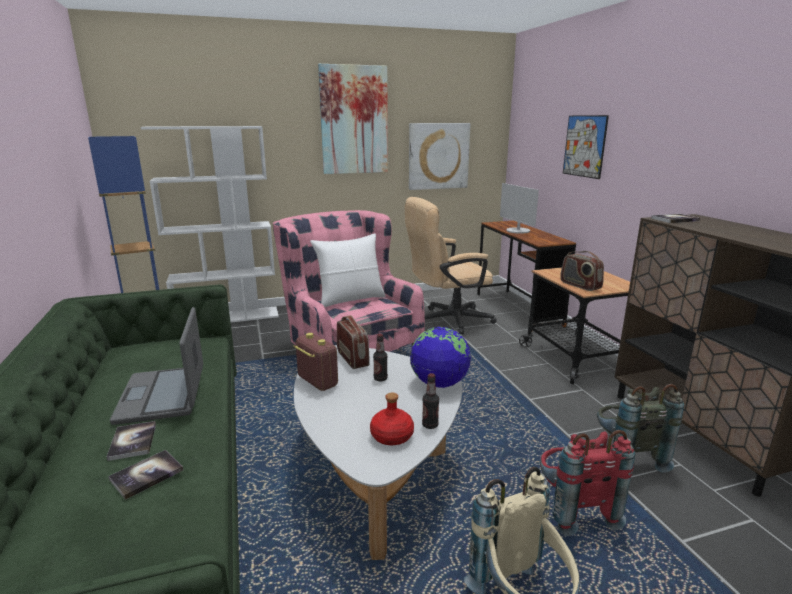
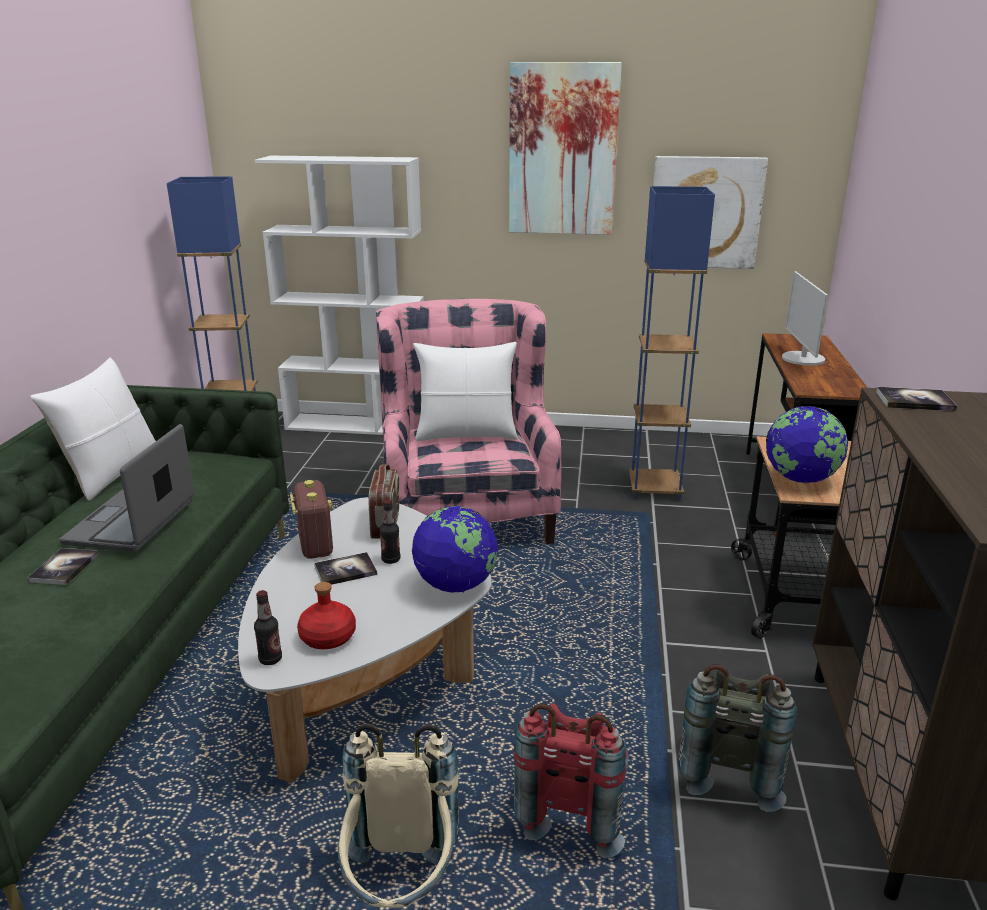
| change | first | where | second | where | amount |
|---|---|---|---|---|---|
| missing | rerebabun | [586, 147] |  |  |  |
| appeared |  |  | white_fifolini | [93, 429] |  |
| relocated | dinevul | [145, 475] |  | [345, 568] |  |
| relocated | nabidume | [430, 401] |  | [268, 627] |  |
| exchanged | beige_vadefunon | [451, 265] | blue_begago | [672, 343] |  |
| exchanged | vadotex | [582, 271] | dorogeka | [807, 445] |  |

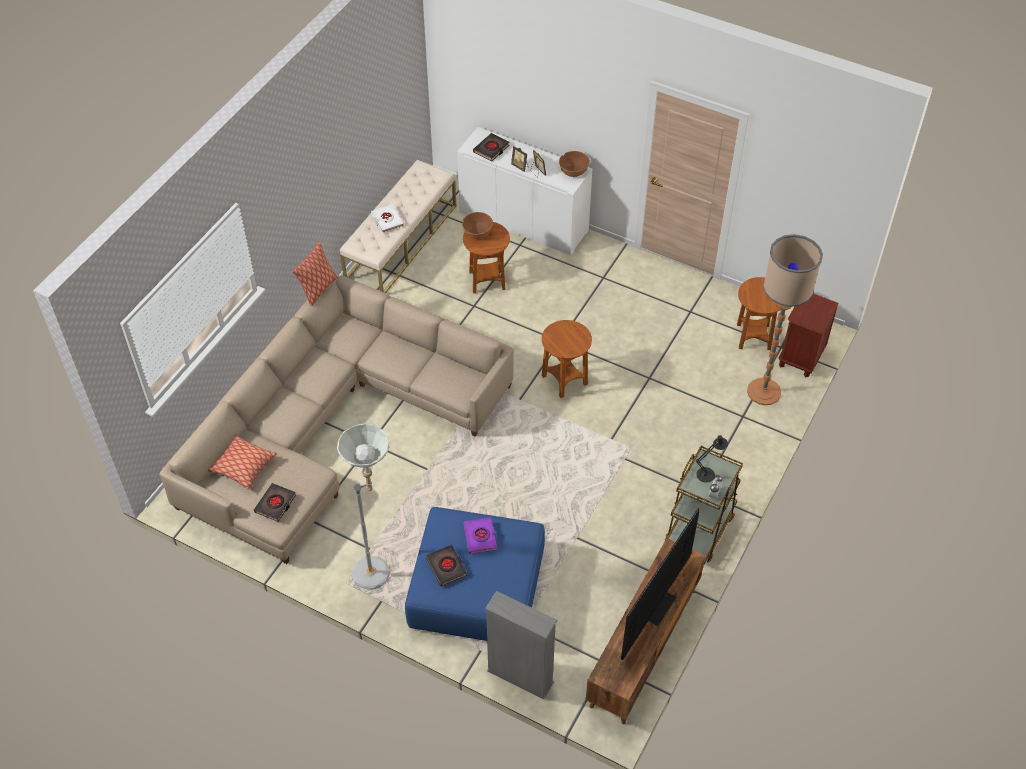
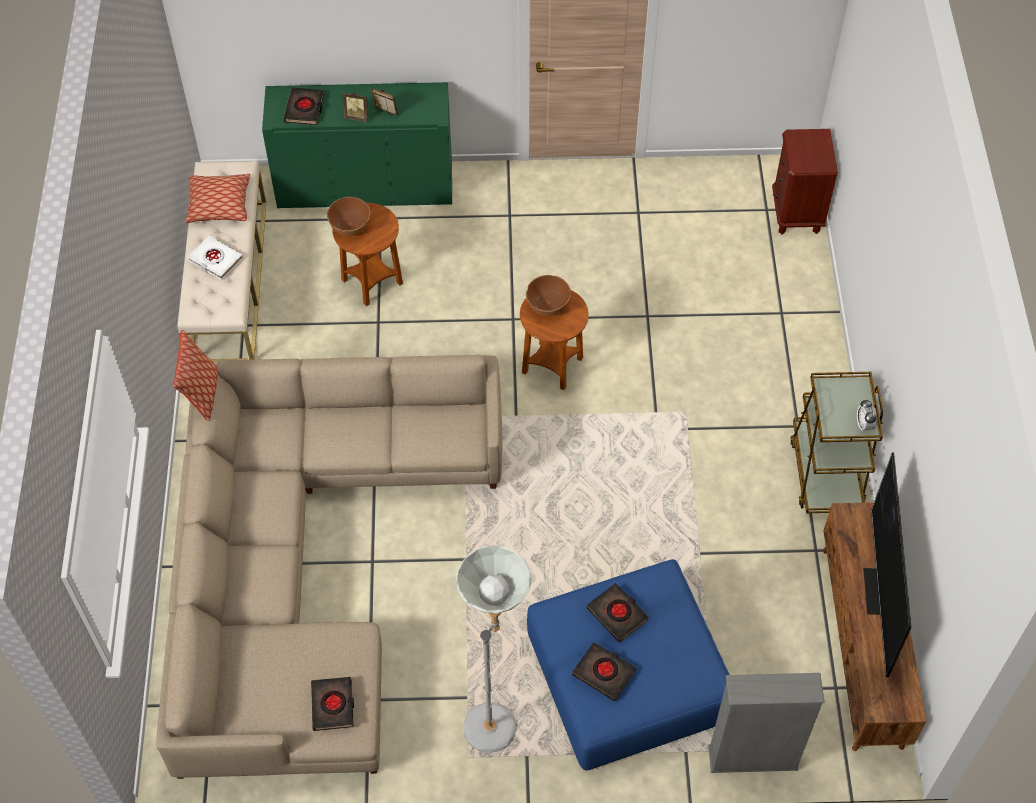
| change | first | where | second | where | amount |
|---|---|---|---|---|---|
| missing | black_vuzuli | [712, 459] |  |  |  |
| missing | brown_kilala | [759, 313] |  |  |  |
| missing | begago | [785, 319] |  |  |  |
| relocated | fifolini | [242, 462] |  | [217, 198] |  |
| relocated | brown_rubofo | [574, 164] |  | [548, 295] |  |
| colour | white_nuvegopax | [525, 191] | green_nuvegopax | [357, 145] |  |
| colour | purple_dinevul | [480, 535] | black_dinevul | [618, 613] |  |

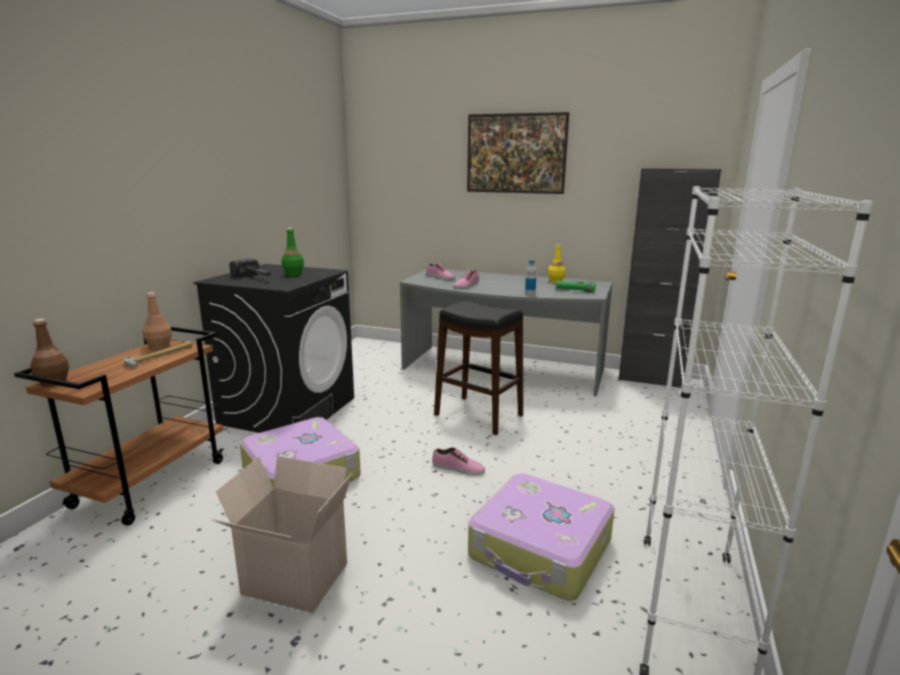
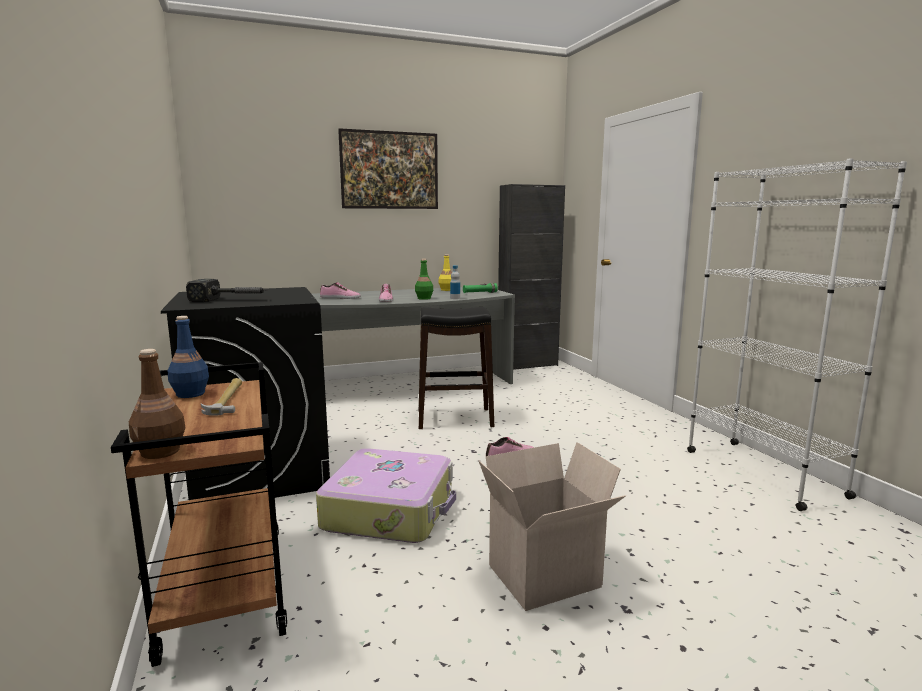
| change | first | where | second | where | amount |
|---|---|---|---|---|---|
| missing | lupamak | [541, 537] |  |  |  |
| relocated | green_nabidume | [292, 252] |  | [424, 279] |  |
| colour | brown_nabidume | [157, 320] | blue_nabidume | [188, 357] |  |

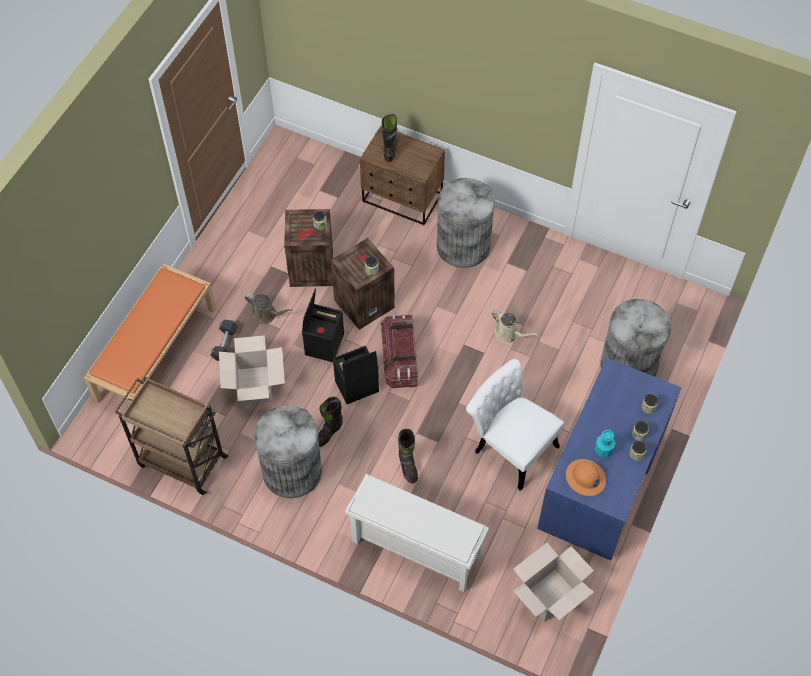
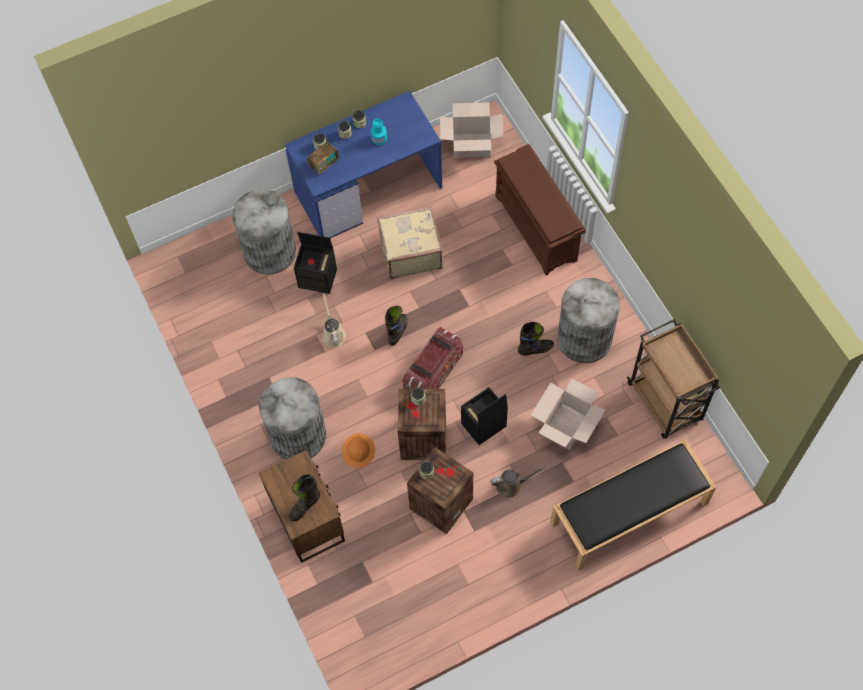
| change | first | where | second | where | amount |
|---|---|---|---|---|---|
| missing | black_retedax | [224, 340] |  |  |  |
| appeared |  |  | vadotex | [323, 154] |  |
| relocated | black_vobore | [356, 374] |  | [315, 263] |  |
| relocated | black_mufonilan | [408, 456] |  | [396, 326] |  |
| relocated | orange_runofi | [586, 477] |  | [358, 450] |  |
| exchanged | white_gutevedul | [515, 424] | beige_lupamak | [410, 243] |  |
| colour | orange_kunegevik | [150, 333] | black_kunegevik | [633, 505] |  |
| colour | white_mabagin | [417, 533] | brown_mabagin | [540, 210] |  |
| spun | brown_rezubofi | [269, 308] |  | [518, 482] | 105 degrees clockwise |

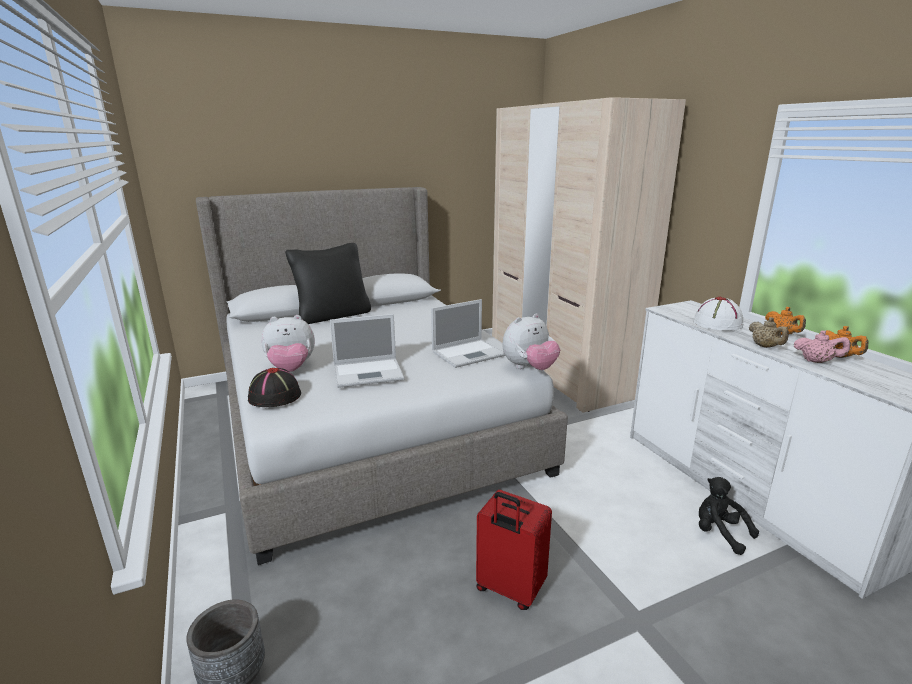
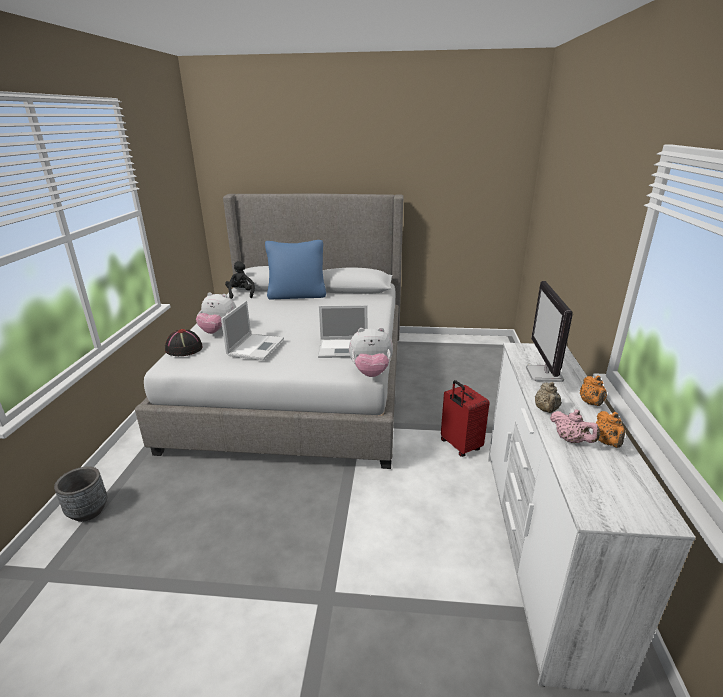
| change | first | where | second | where | amount |
|---|---|---|---|---|---|
| missing | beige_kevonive | [589, 254] |  |  |  |
| relocated | red_lupamak | [514, 550] |  | [465, 418] |  |
| relocated | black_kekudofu | [729, 516] |  | [240, 280] |  |
| exchanged | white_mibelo | [718, 314] | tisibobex | [549, 331] |  |
| colour | black_fifolini | [328, 283] | blue_fifolini | [295, 270] |  |
| spun | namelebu | [367, 351] |  | [252, 330] | 90 degrees counterclockwise |

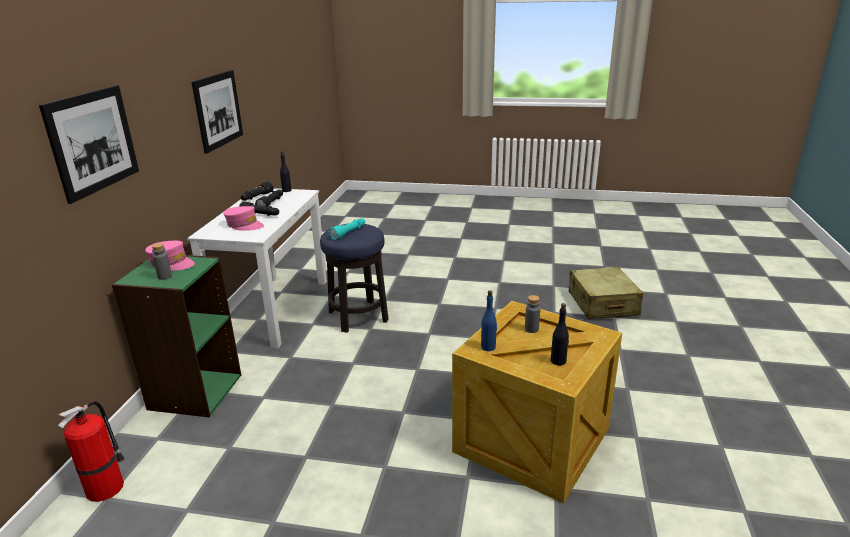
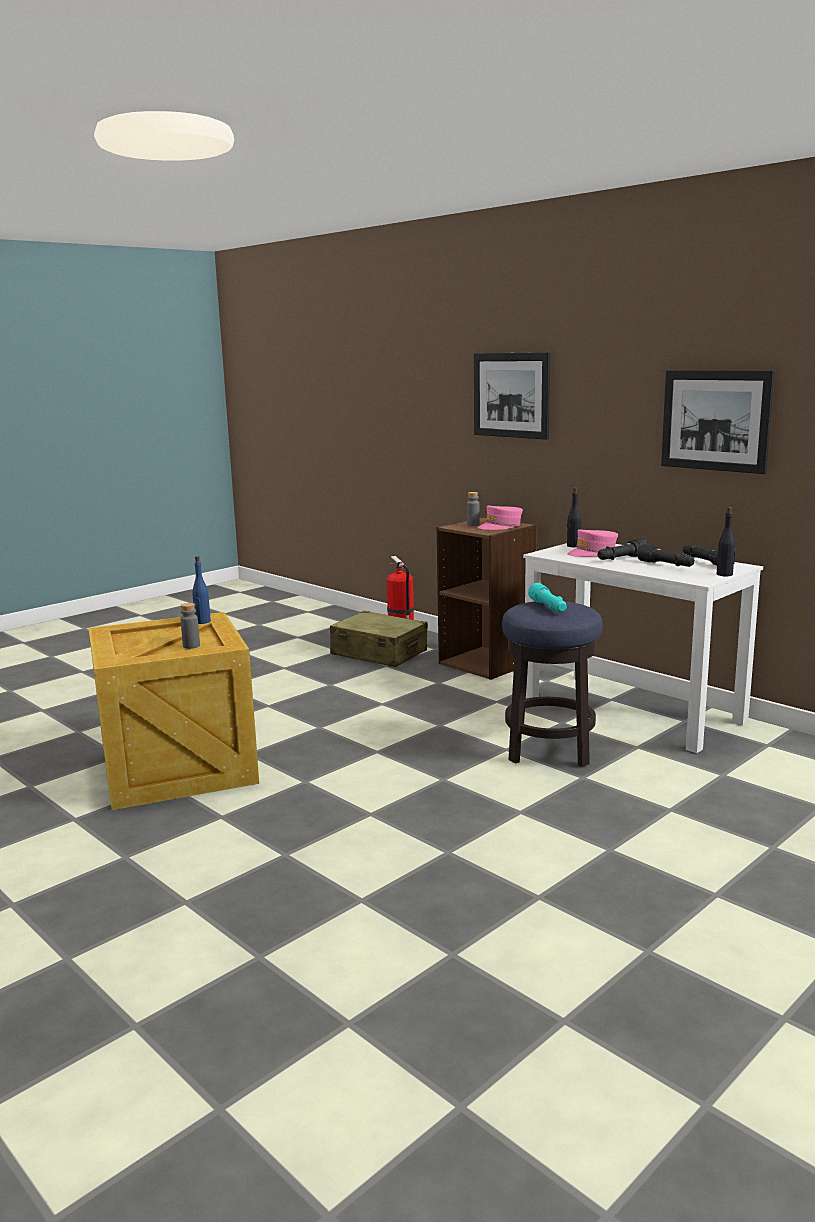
| change | first | where | second | where | amount |
|---|---|---|---|---|---|
| relocated | black_nabidume | [560, 334] |  | [574, 517] |  |
| relocated | beige_lupamak | [606, 293] |  | [379, 638] |  |
| colour | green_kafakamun | [177, 336] | brown_kafakamun | [487, 598] |  |

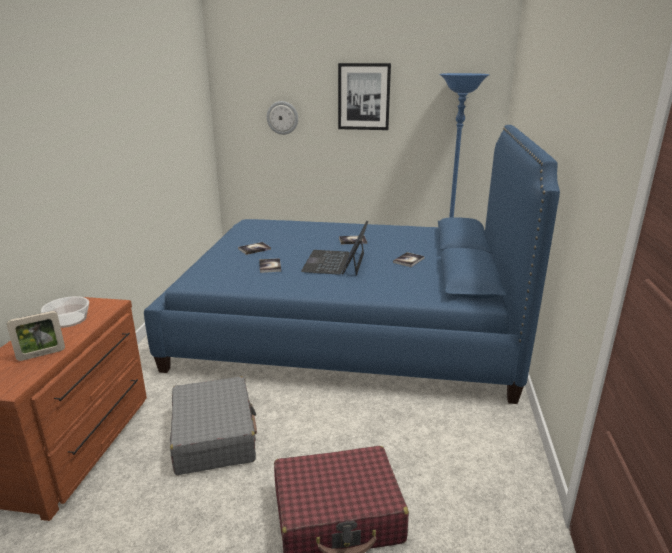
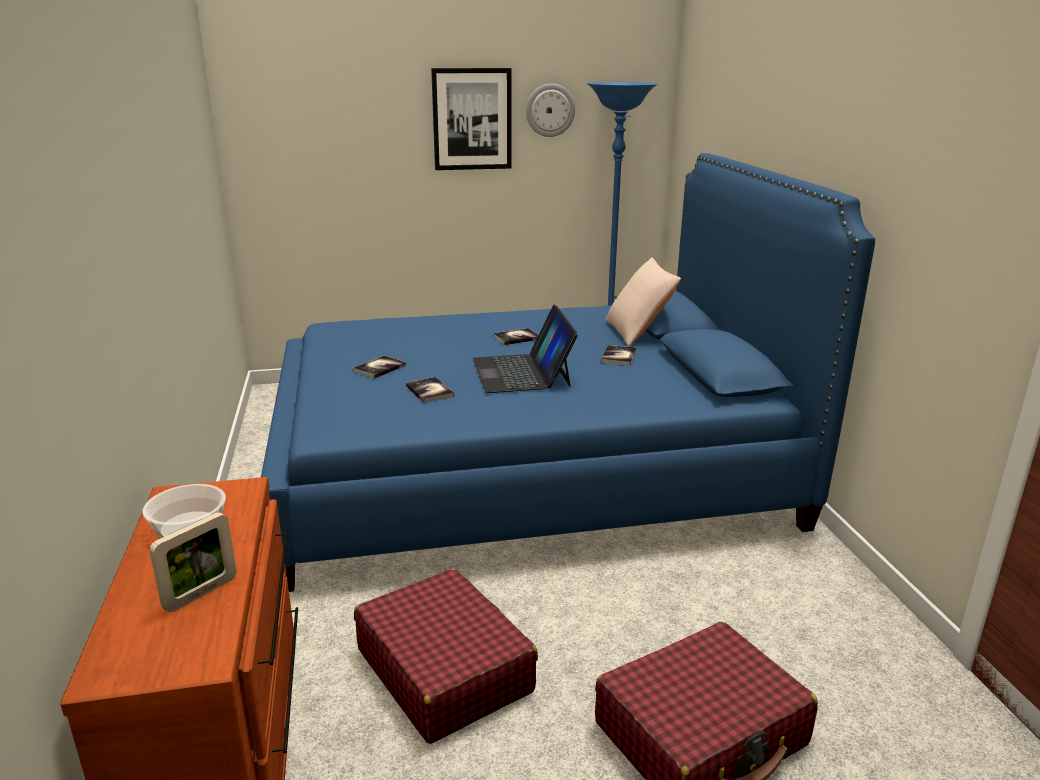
| change | first | where | second | where | amount |
|---|---|---|---|---|---|
| appeared |  |  | beige_fifolini | [643, 301] |  |
| relocated | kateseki | [282, 118] |  | [550, 110] |  |
| colour | grey_lupamak | [213, 425] | red_lupamak | [446, 656] |  |

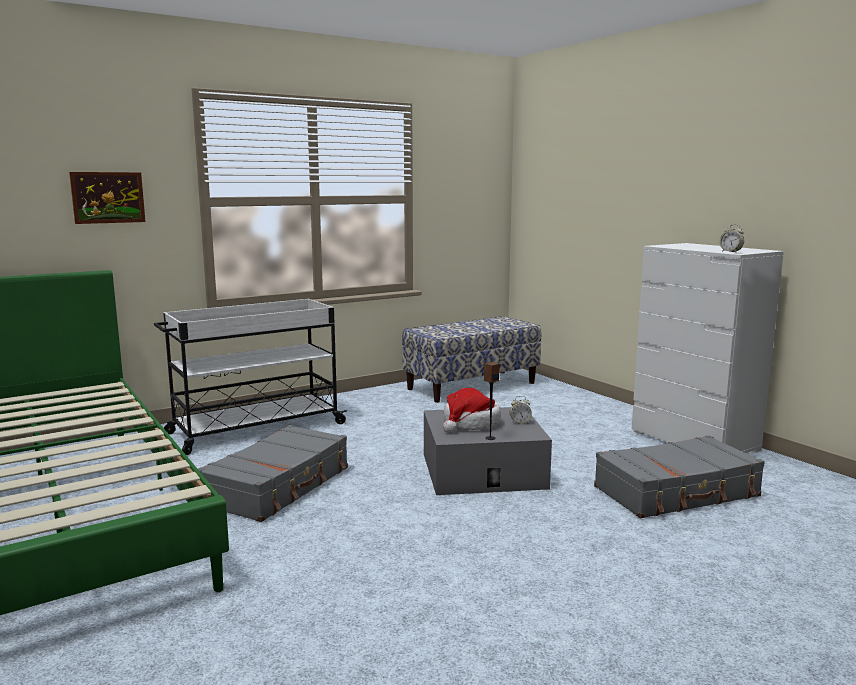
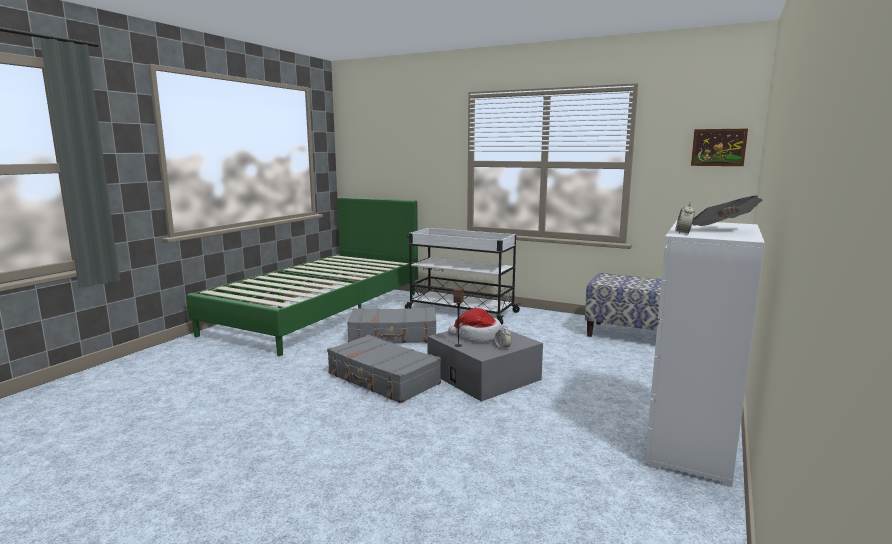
| change | first | where | second | where | amount |
|---|---|---|---|---|---|
| appeared |  |  | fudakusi | [727, 210] |  |
| relocated | rerebabun | [107, 198] |  | [719, 147] |  |
| relocated | grey_lupamak | [679, 477] |  | [384, 369] |  |

